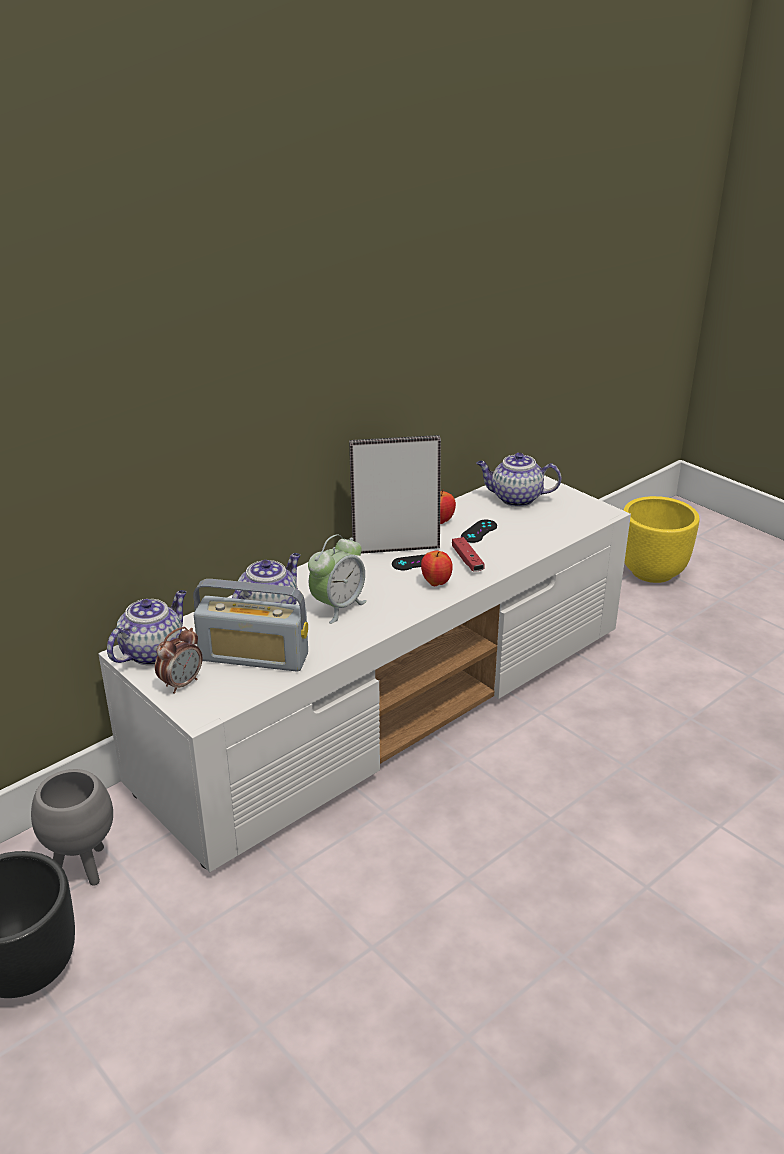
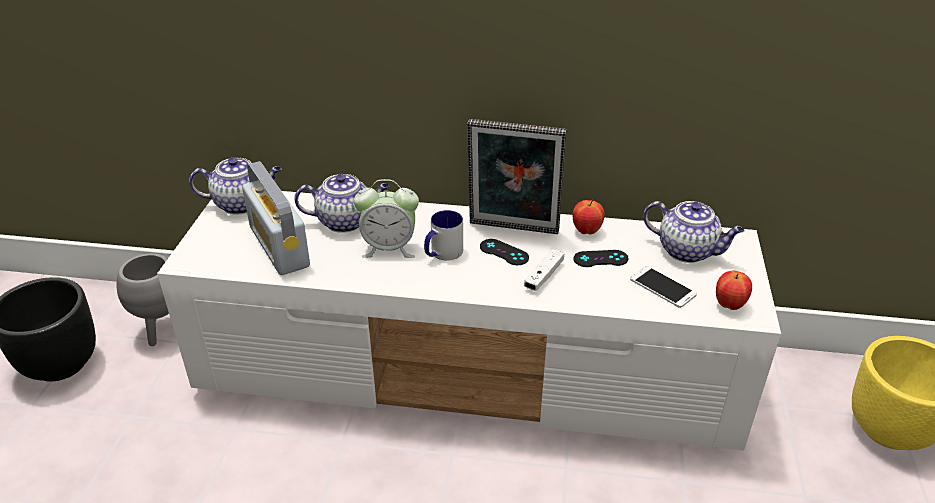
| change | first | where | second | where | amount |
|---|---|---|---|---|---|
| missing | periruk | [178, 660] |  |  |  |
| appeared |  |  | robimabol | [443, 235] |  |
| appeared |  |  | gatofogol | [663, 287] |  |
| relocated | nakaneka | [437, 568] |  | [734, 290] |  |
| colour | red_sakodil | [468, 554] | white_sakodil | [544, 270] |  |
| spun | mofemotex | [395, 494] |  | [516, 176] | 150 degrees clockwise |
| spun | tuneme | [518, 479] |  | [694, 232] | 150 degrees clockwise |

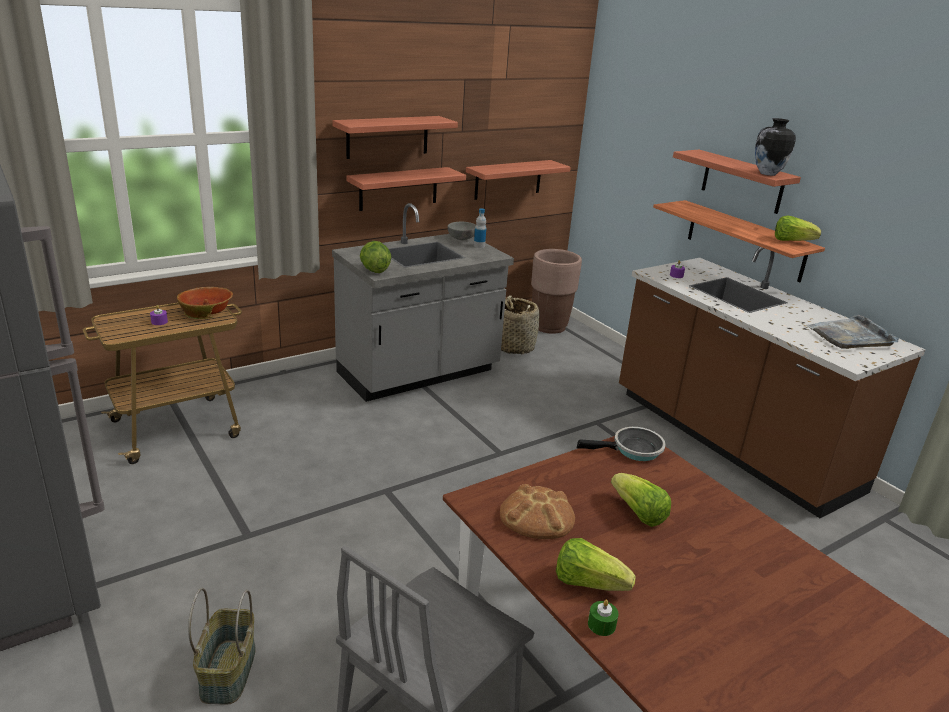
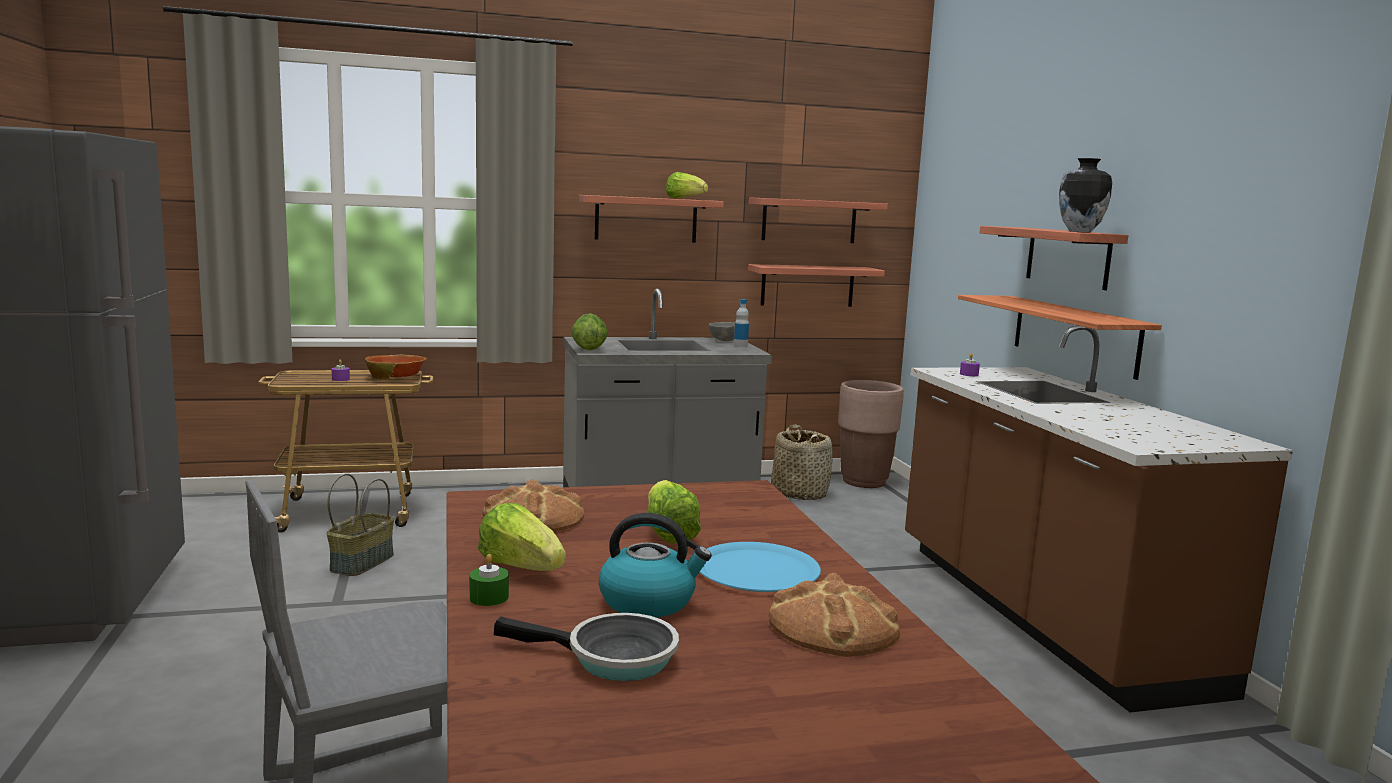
| change | first | where | second | where | amount |
|---|---|---|---|---|---|
| missing | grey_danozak | [853, 332] |  |  |  |
| appeared |  |  | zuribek | [655, 565] |  |
| appeared |  |  | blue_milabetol | [760, 567] |  |
| appeared |  |  | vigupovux | [834, 615] |  |
| relocated | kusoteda | [222, 646] |  | [360, 524] |  |
| relocated | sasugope | [406, 189] |  | [818, 220] |  |
| relocated | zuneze | [621, 444] |  | [586, 647] |  |
| relocated | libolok | [798, 228] |  | [687, 185] |  |

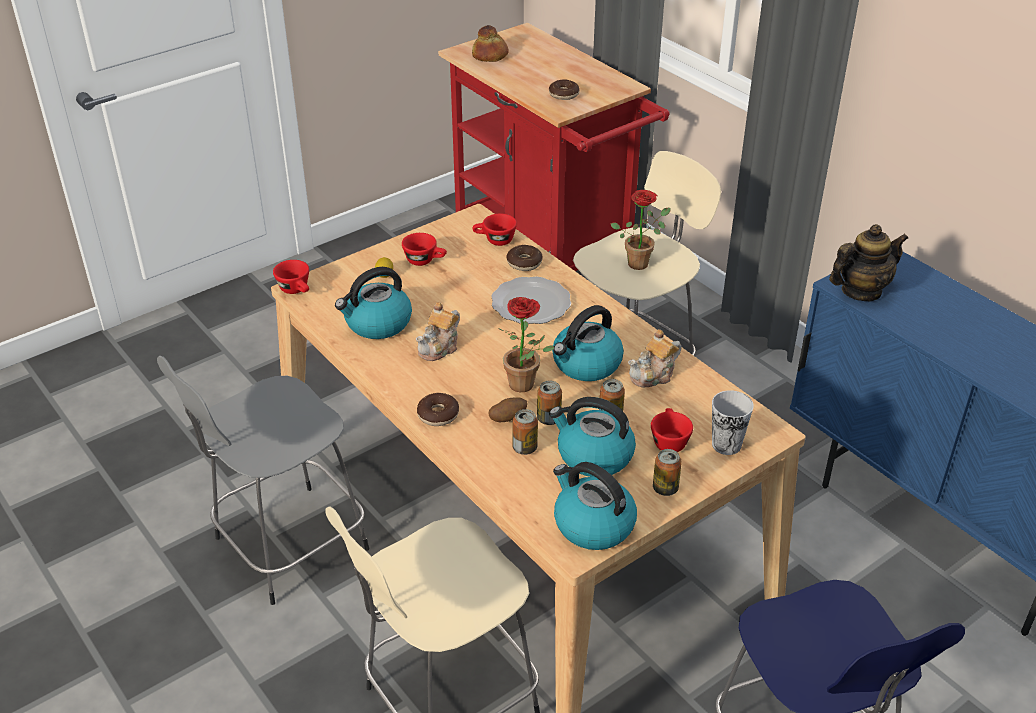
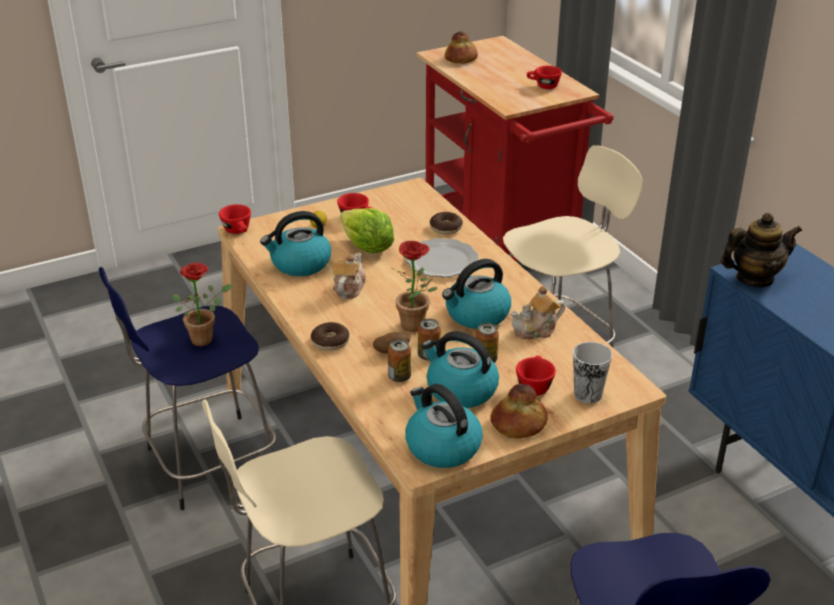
| change | first | where | second | where | amount |
|---|---|---|---|---|---|
| missing | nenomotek | [564, 90] |  |  |  |
| appeared |  |  | libolok | [367, 230] |  |
| relocated | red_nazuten | [494, 229] |  | [544, 77] |  |
| relocated | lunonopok | [640, 230] |  | [202, 304] |  |
| exchanged | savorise | [667, 472] | vigupovux | [519, 411] |  |
| colour | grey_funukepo | [263, 480] | blue_funukepo | [187, 388] |  |
| spun | tuneme | [438, 331] |  | [349, 275] | 150 degrees clockwise |

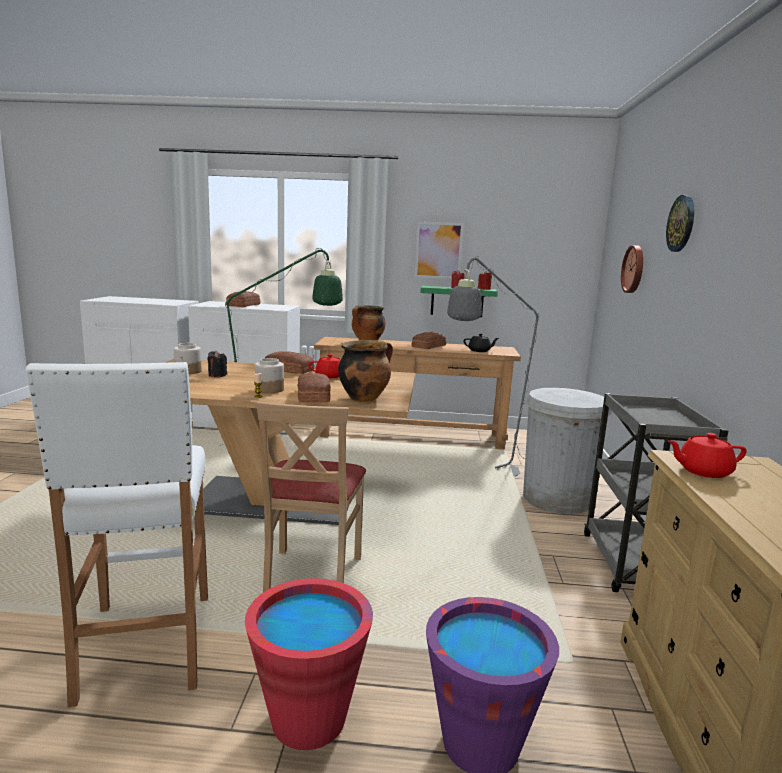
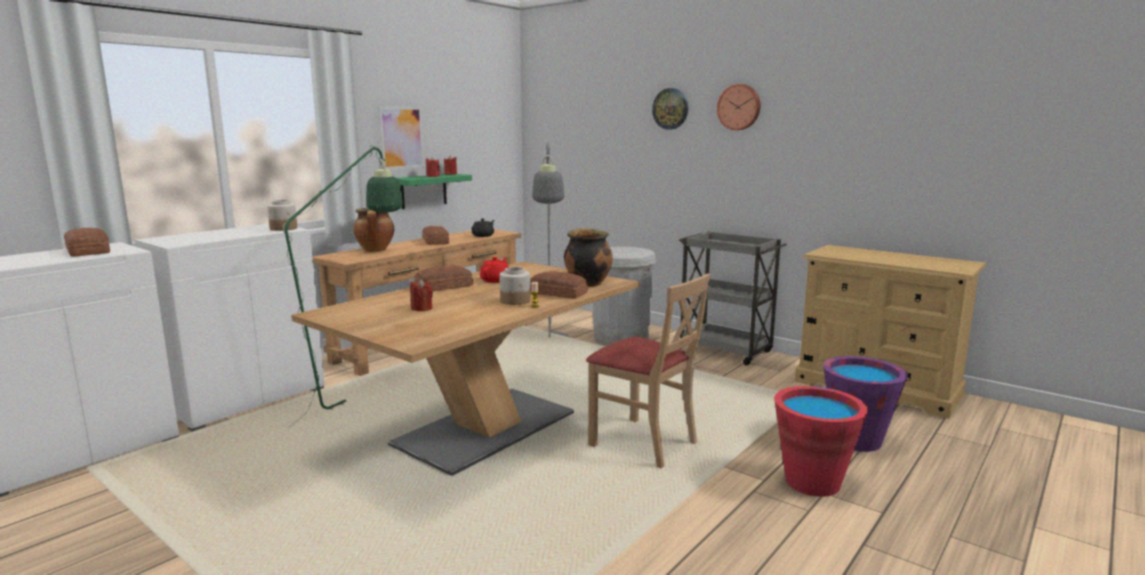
| change | first | where | second | where | amount |
|---|---|---|---|---|---|
| missing | white_funukepo | [117, 534] |  |  |  |
| missing | red_tuneme | [707, 455] |  |  |  |
| relocated | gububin | [188, 358] |  | [282, 215] |  |
| relocated | vigupovux | [243, 299] |  | [87, 242] |  |
| relocated | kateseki | [632, 269] |  | [738, 107] |  |
| colour | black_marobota | [217, 364] | red_marobota | [421, 295] |  |

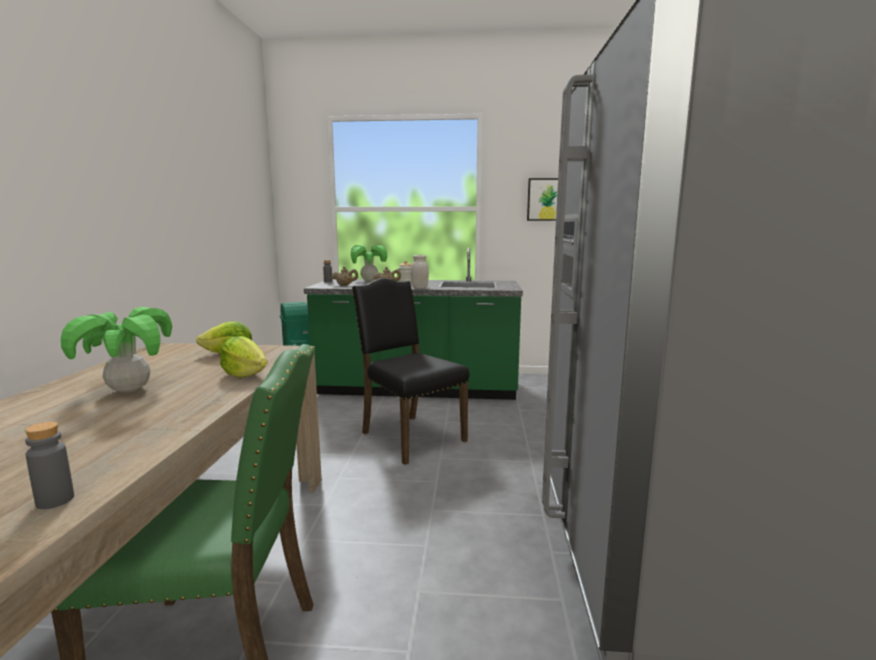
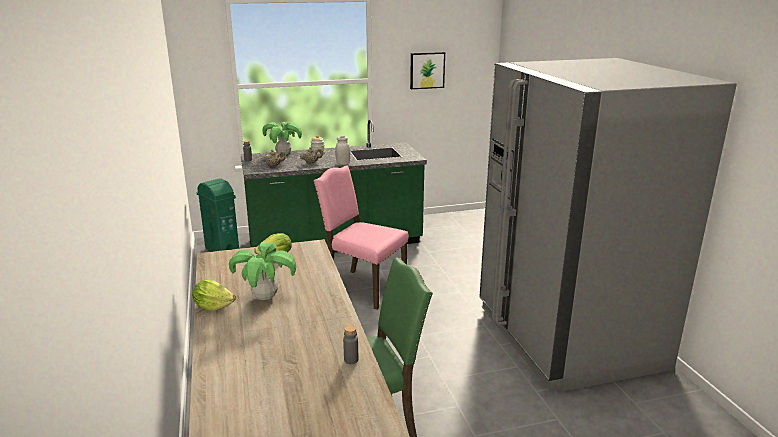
| change | first | where | second | where | amount |
|---|---|---|---|---|---|
| relocated | libolok | [243, 356] |  | [214, 294] |  |
| colour | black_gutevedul | [410, 371] | pink_gutevedul | [361, 237] |  |

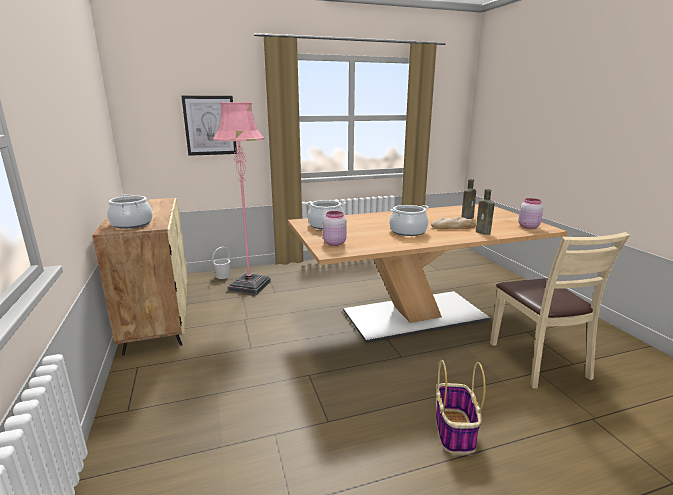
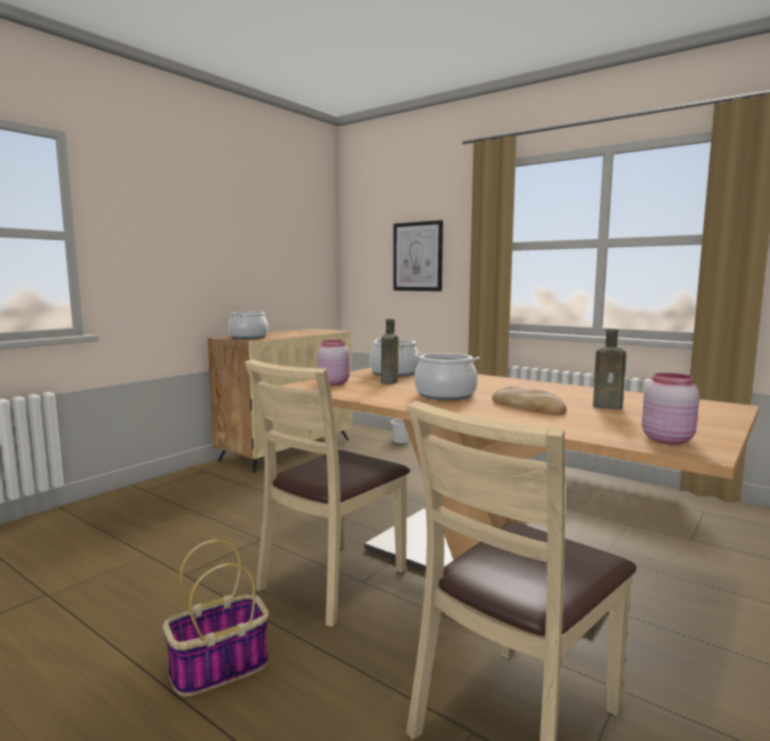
| change | first | where | second | where | amount |
|---|---|---|---|---|---|
| missing | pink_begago | [242, 198] |  |  |  |
| appeared |  |  | beige_gutevedul | [327, 493] |  |
| relocated | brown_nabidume | [485, 212] |  | [389, 351] |  |

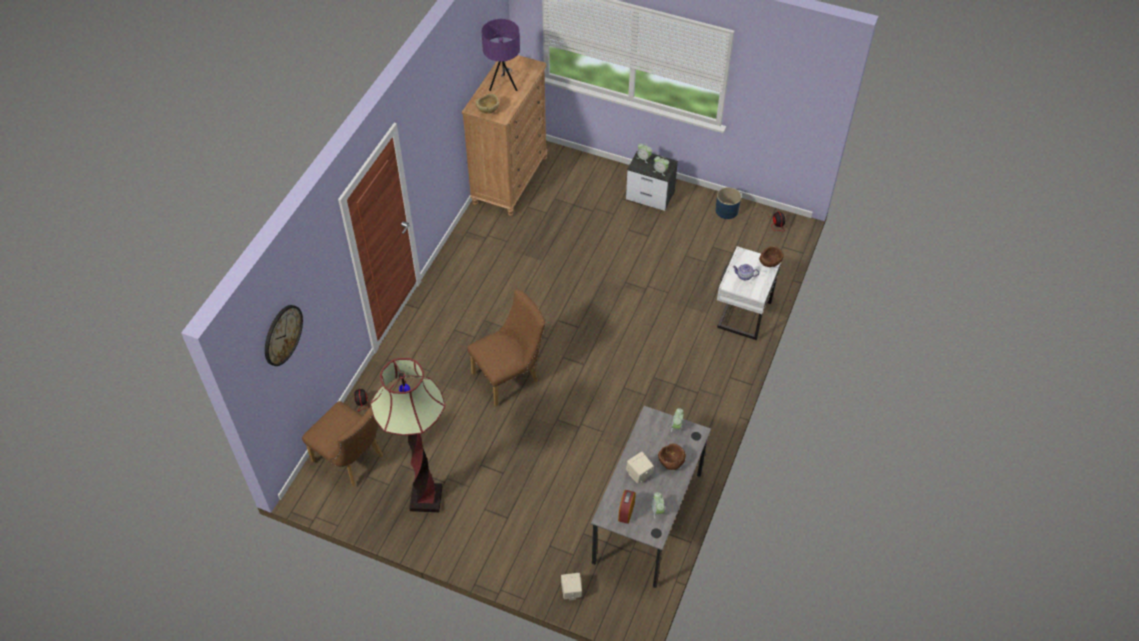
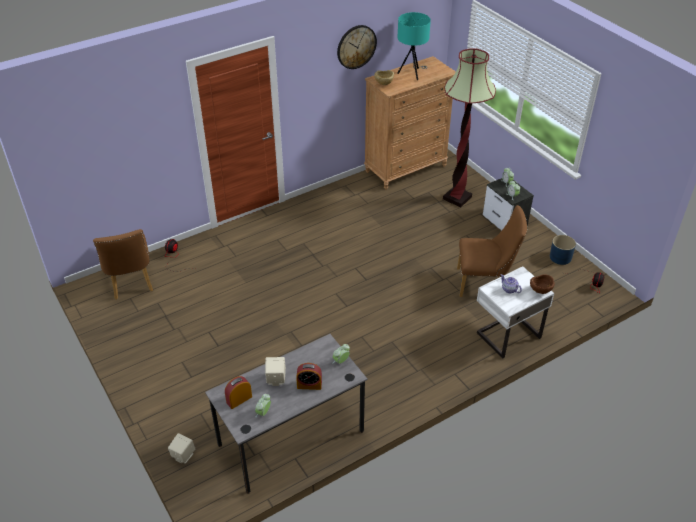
| change | first | where | second | where | amount |
|---|---|---|---|---|---|
| relocated | kateseki | [284, 335] |  | [357, 47] |  |
| relocated | begago | [407, 435] |  | [469, 127] |  |
| relocated | brown_gutevedul | [506, 348] |  | [492, 251] |  |
| exchanged | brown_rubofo | [672, 457] | periruk | [309, 376] |  |
| colour | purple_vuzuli | [501, 55] | turquoise_vuzuli | [414, 46] |  |

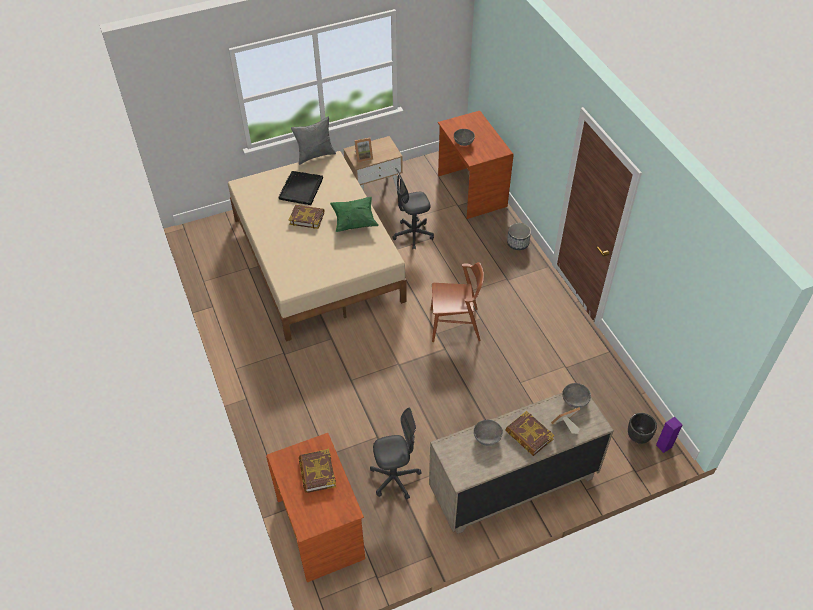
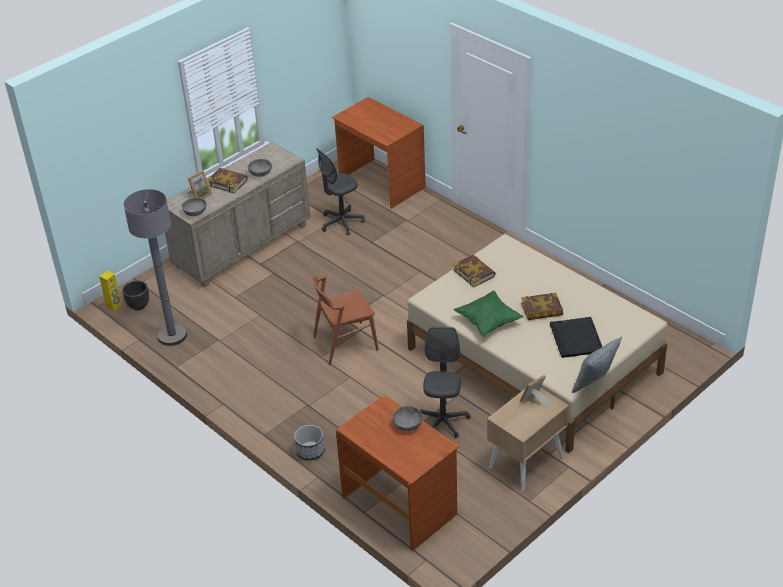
| change | first | where | second | where | amount |
|---|---|---|---|---|---|
| appeared |  |  | grey_begago | [155, 267] |  |
| relocated | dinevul | [317, 471] |  | [474, 271] |  |
| colour | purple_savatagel | [669, 435] | yellow_savatagel | [110, 291] |  |
| spun | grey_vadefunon | [413, 208] |  | [445, 382] | 45 degrees counterclockwise |

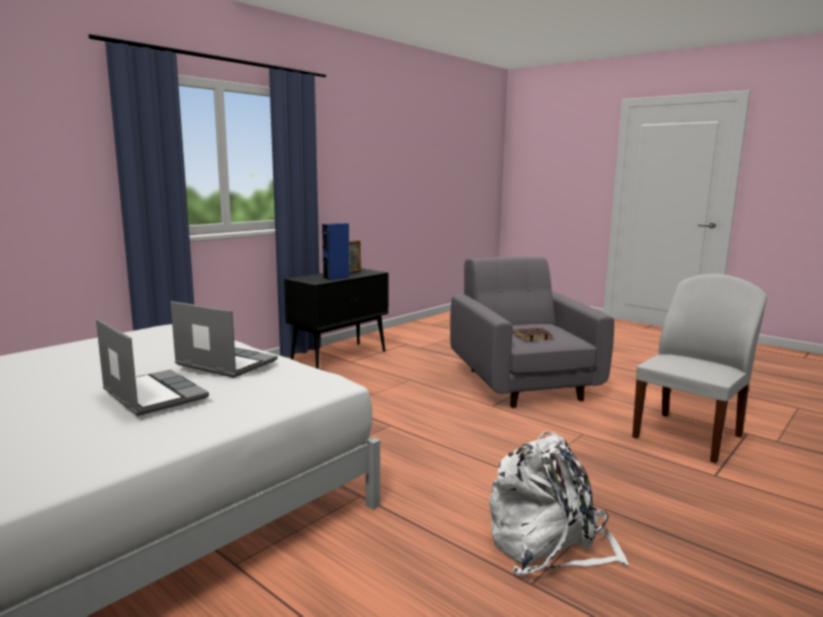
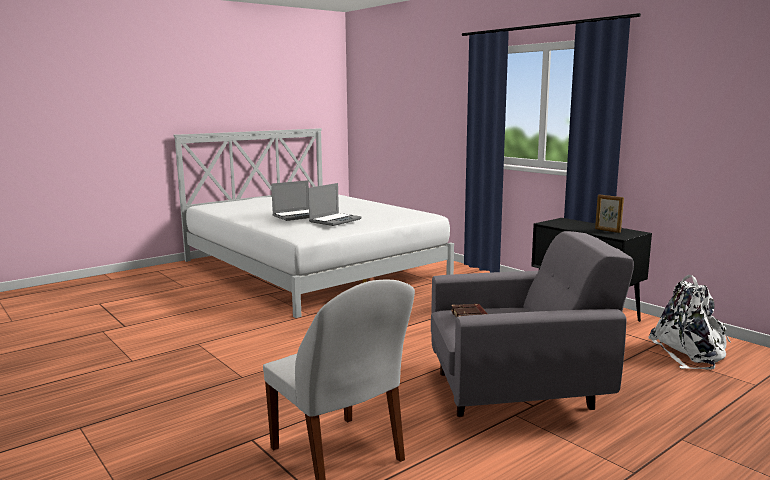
| change | first | where | second | where | amount |
|---|---|---|---|---|---|
| missing | blue_savatagel | [336, 251] |  |  |  |
| relocated | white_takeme | [559, 503] |  | [689, 322] |  |

